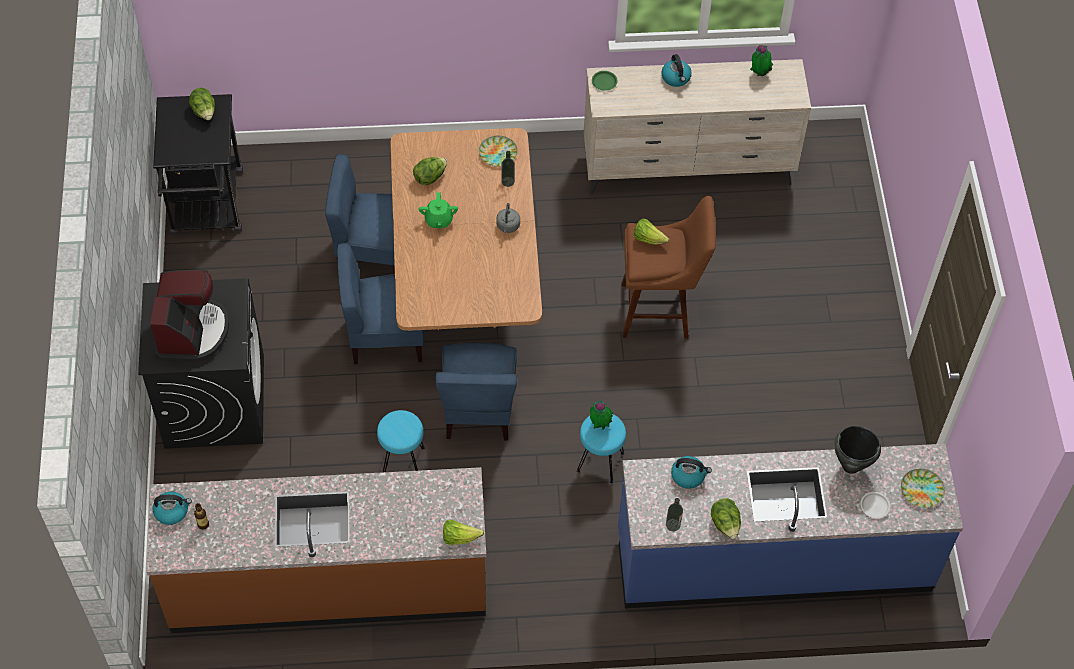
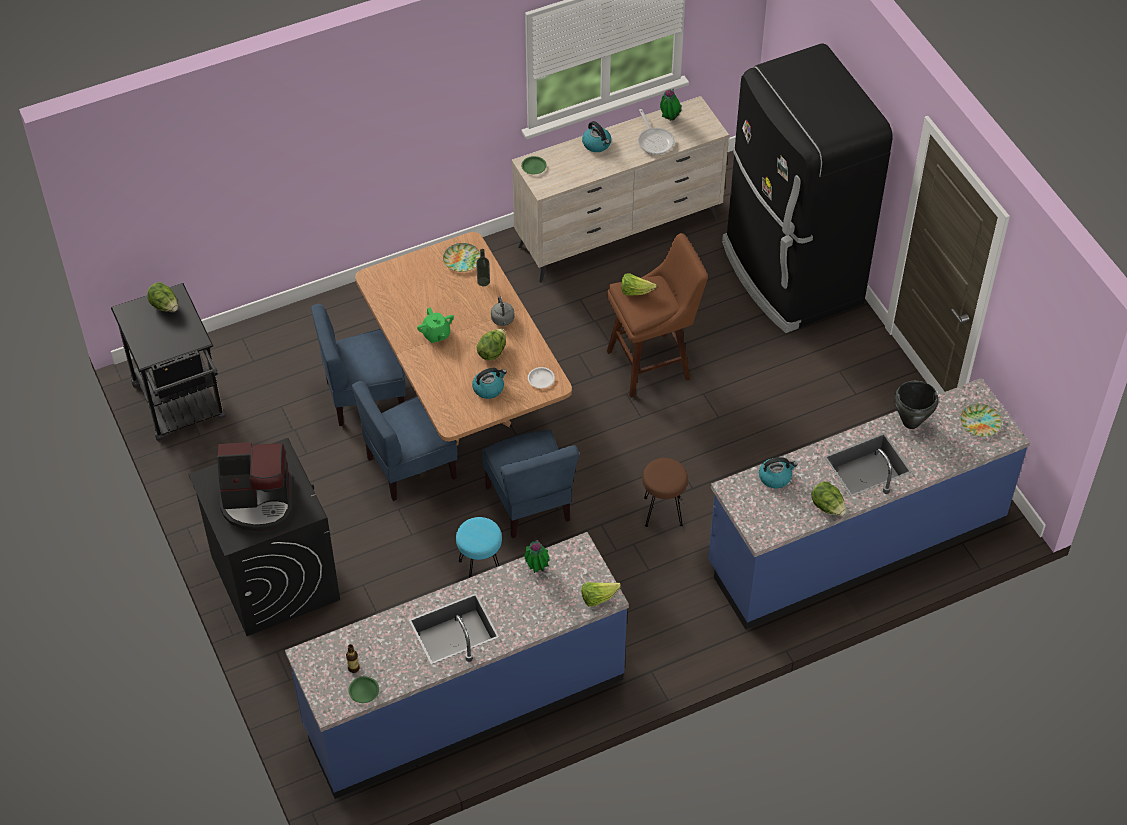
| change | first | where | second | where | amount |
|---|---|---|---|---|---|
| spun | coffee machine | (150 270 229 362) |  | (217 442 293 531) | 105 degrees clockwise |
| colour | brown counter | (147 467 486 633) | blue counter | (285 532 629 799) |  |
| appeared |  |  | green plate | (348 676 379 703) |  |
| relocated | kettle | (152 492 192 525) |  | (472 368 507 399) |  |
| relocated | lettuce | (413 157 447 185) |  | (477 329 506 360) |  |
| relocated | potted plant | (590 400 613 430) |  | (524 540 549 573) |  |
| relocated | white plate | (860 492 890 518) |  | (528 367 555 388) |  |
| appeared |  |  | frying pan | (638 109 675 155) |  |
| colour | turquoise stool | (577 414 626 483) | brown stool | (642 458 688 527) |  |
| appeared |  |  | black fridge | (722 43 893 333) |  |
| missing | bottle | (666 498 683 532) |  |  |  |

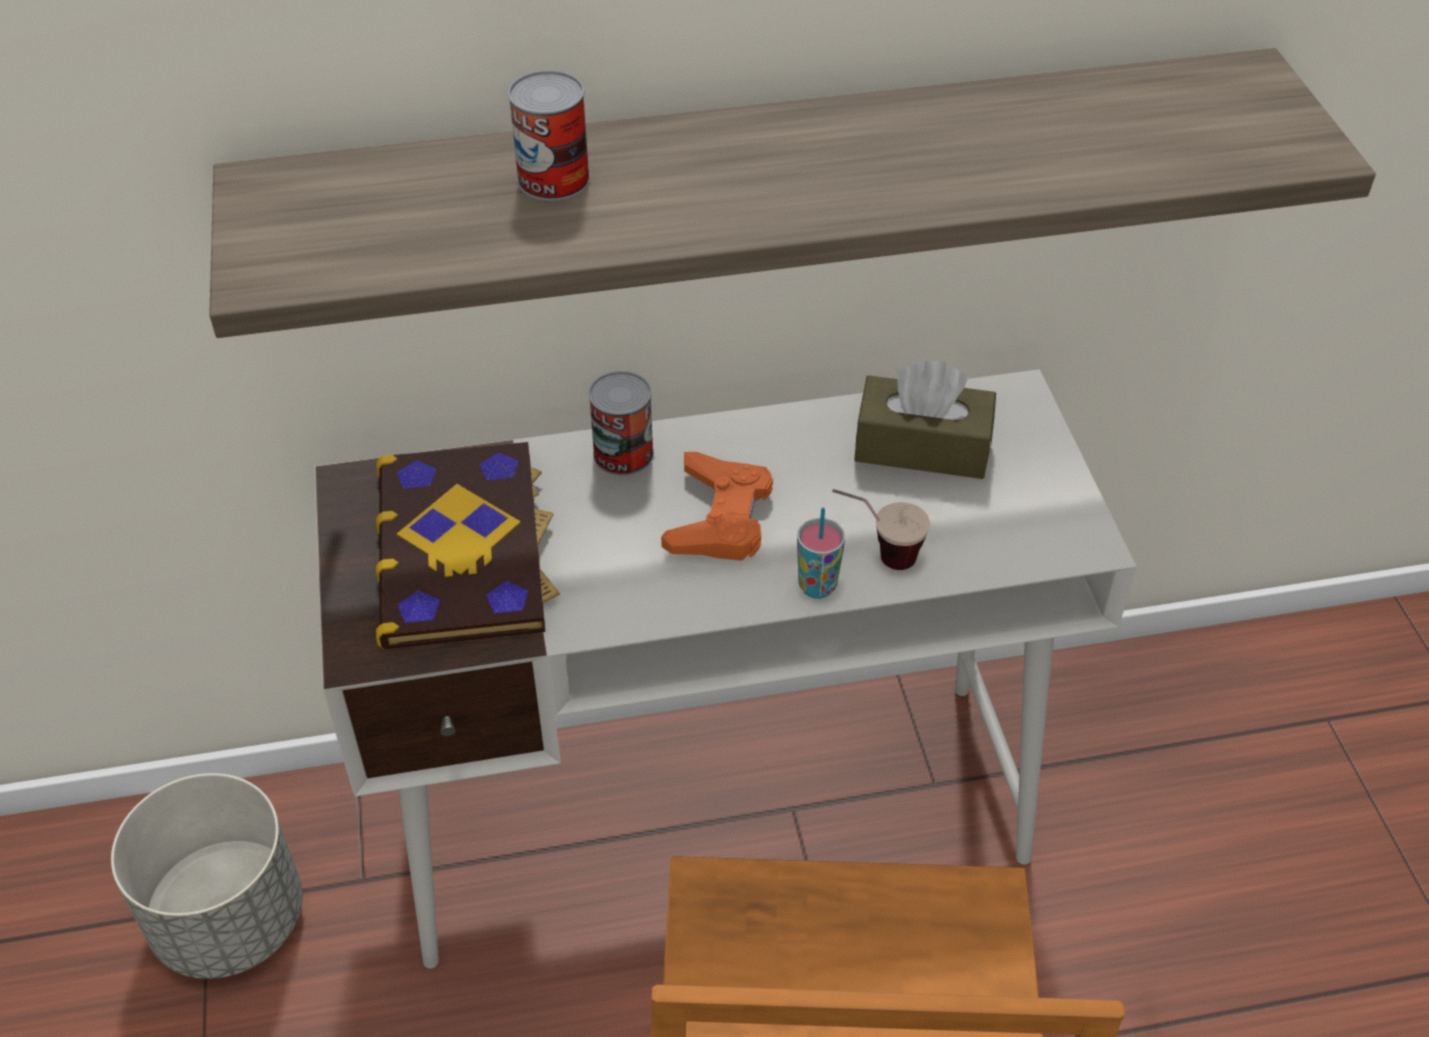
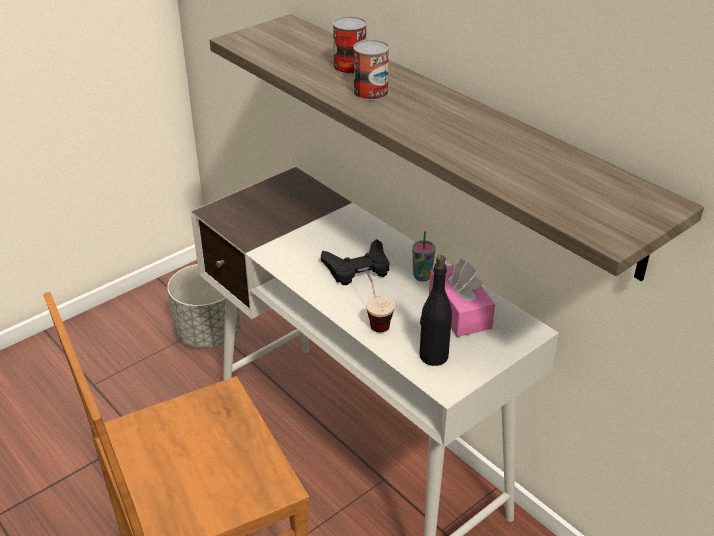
| change | first | where | second | where | amount |
|---|---|---|---|---|---|
| colour | orange game controller | (661 452 773 561) | black game controller | (321 239 389 285) |  |
| relocated | can | (588 371 654 476) |  | (353 39 390 101) |  |
| relocated | cup | (797 507 845 599) |  | (412 231 436 282) |  |
| appeared |  |  | black bottle | (419 255 452 366) |  |
| colour | brown tissue box | (854 361 996 479) | pink tissue box | (429 258 495 337) |  |
| missing | book | (376 442 560 649) |  |  |  |

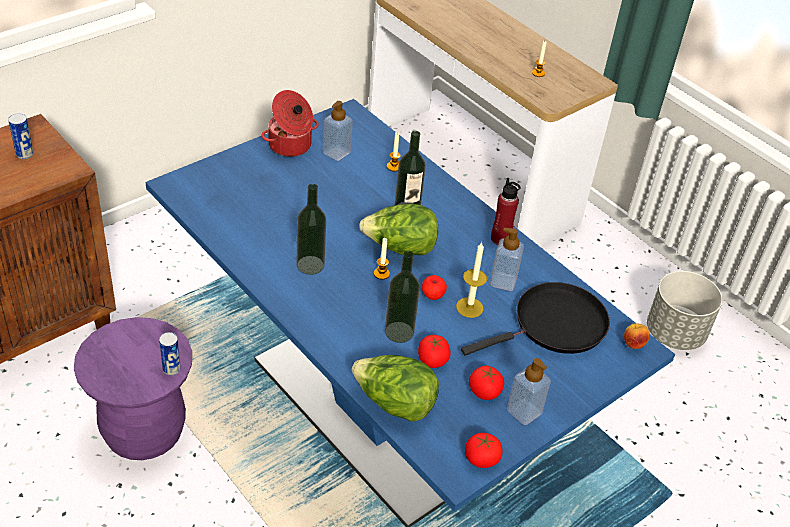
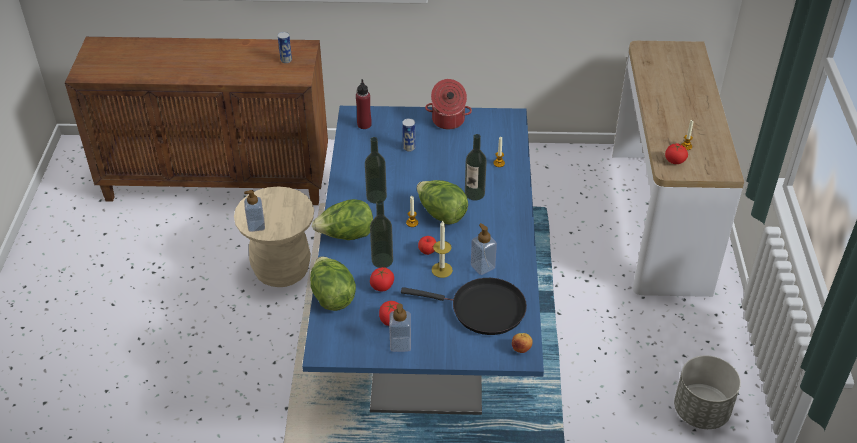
| change | first | where | second | where | amount |
|---|---|---|---|---|---|
| colour | purple stool | (74 317 192 460) | beige stool | (234 186 314 287) |  |
| relocated | soap dispenser | (323 101 353 161) |  | (244 190 265 232) |  |
| appeared |  |  | lettuce | (312 199 373 240) |  |
| relocated | red bottle | (491 178 520 245) |  | (356 79 372 129) |  |
| relocated | can | (159 332 180 376) |  | (402 118 415 152) |  |
| relocated | tomato | (465 433 502 468) |  | (665 143 688 164) |  |

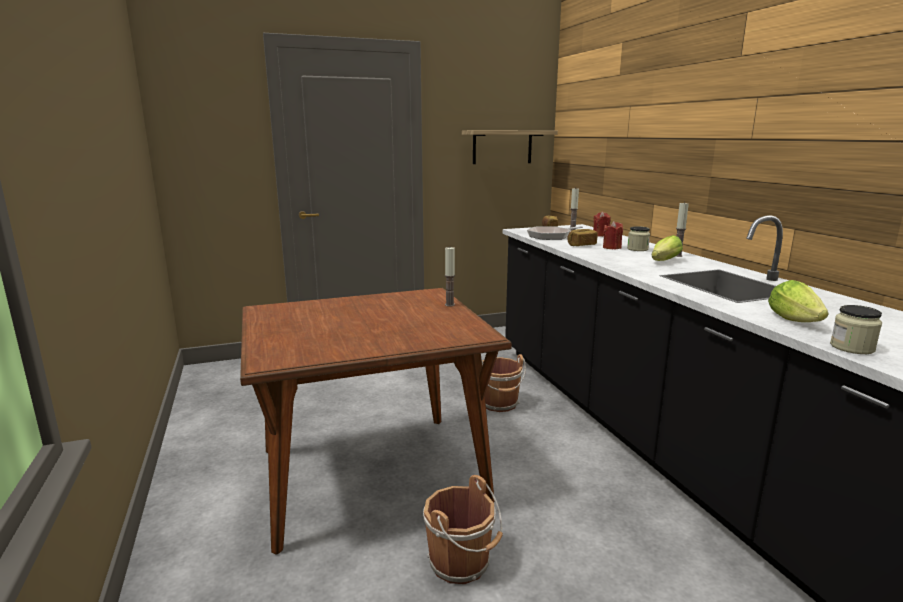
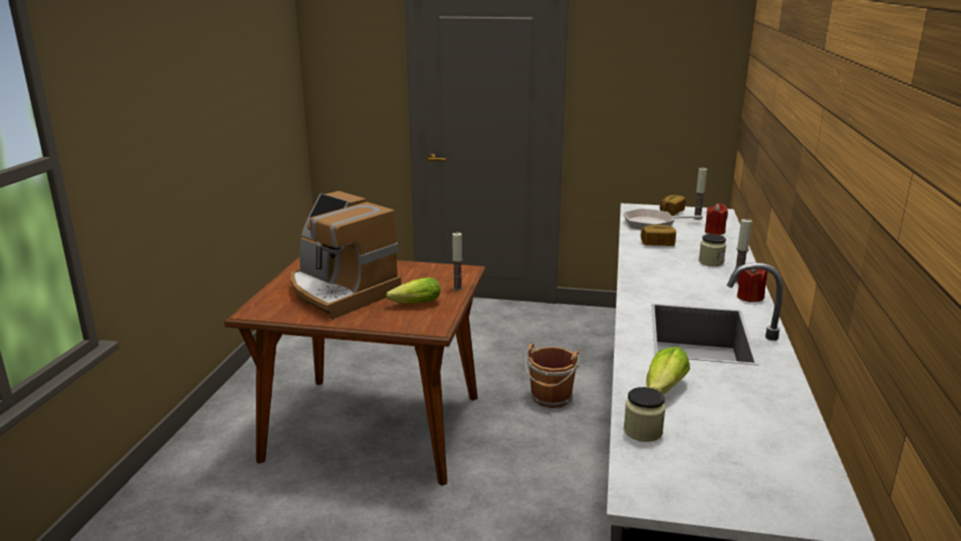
| change | first | where | second | where | amount |
|---|---|---|---|---|---|
| appeared |  |  | coffee machine | (291 191 401 320) |  |
| relocated | lettuce | (651 235 683 261) |  | (386 277 440 303) |  |
| relocated | red candle | (603 221 623 249) |  | (737 269 767 302) |  |
| missing | brown bucket | (423 475 503 584) |  |  |  |
| missing | shelf | (462 130 558 164) |  |  |  |

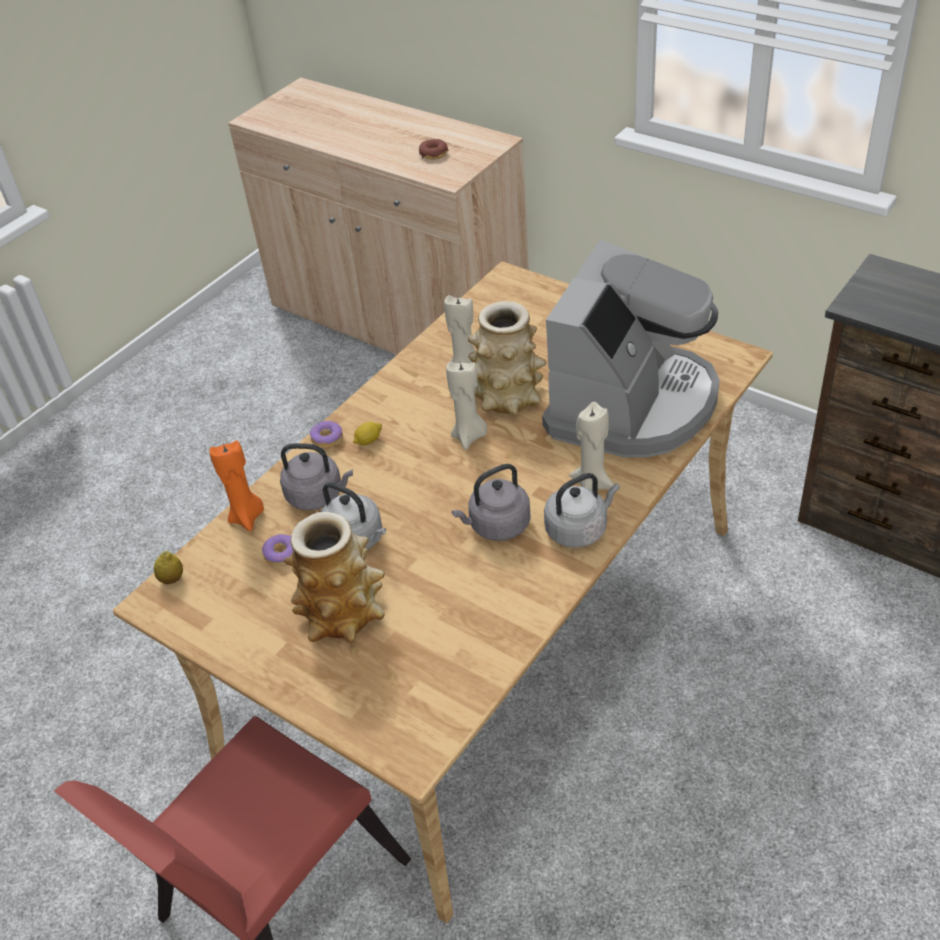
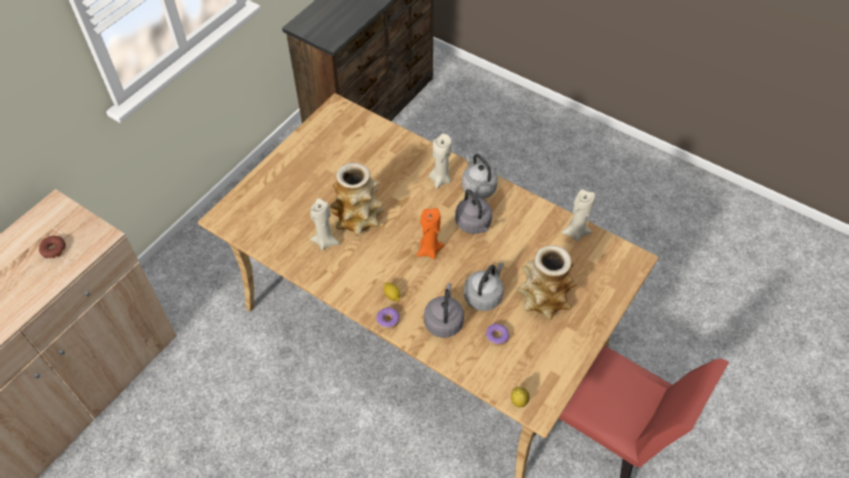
| change | first | where | second | where | amount |
|---|---|---|---|---|---|
| relocated | orange candle | (209 440 264 531) |  | (417 208 445 259) |  |
| relocated | beige candle | (446 361 487 450) |  | (561 189 595 241) |  |
| missing | coffee machine | (542 240 720 458) |  |  |  |

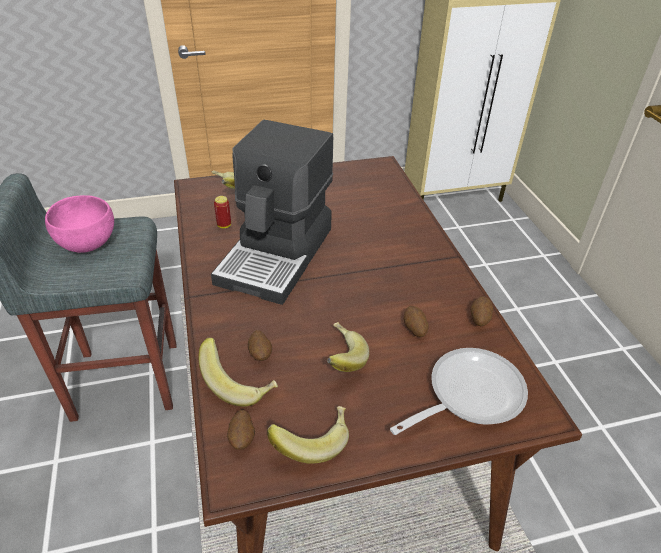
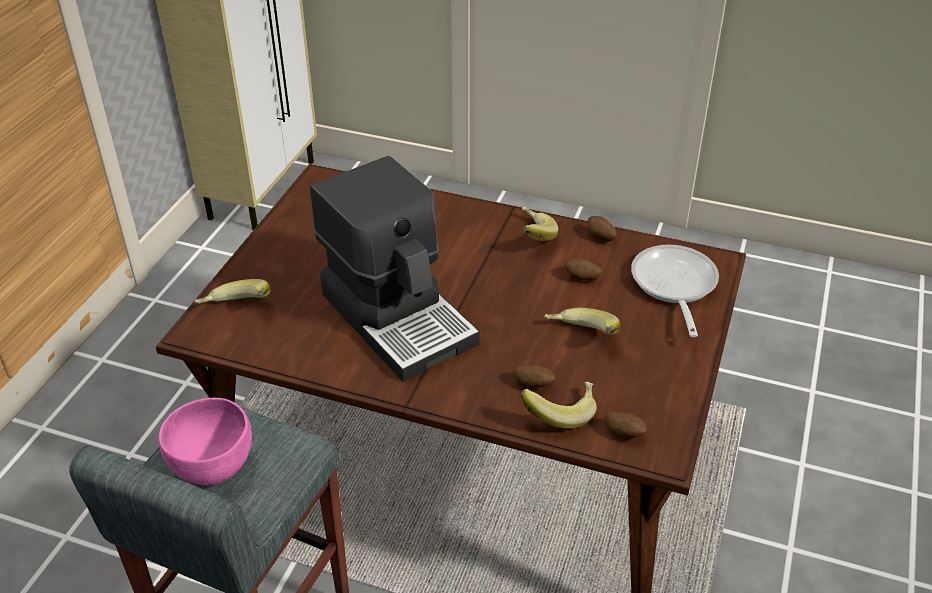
| change | first | where | second | where | amount |
|---|---|---|---|---|---|
| relocated | banana | (267 406 349 464) |  | (522 207 558 241) |  |
| missing | can | (214 196 231 228) |  |  |  |

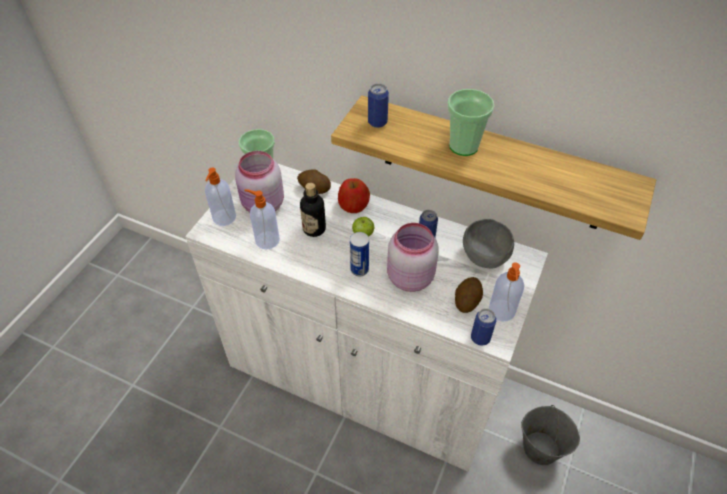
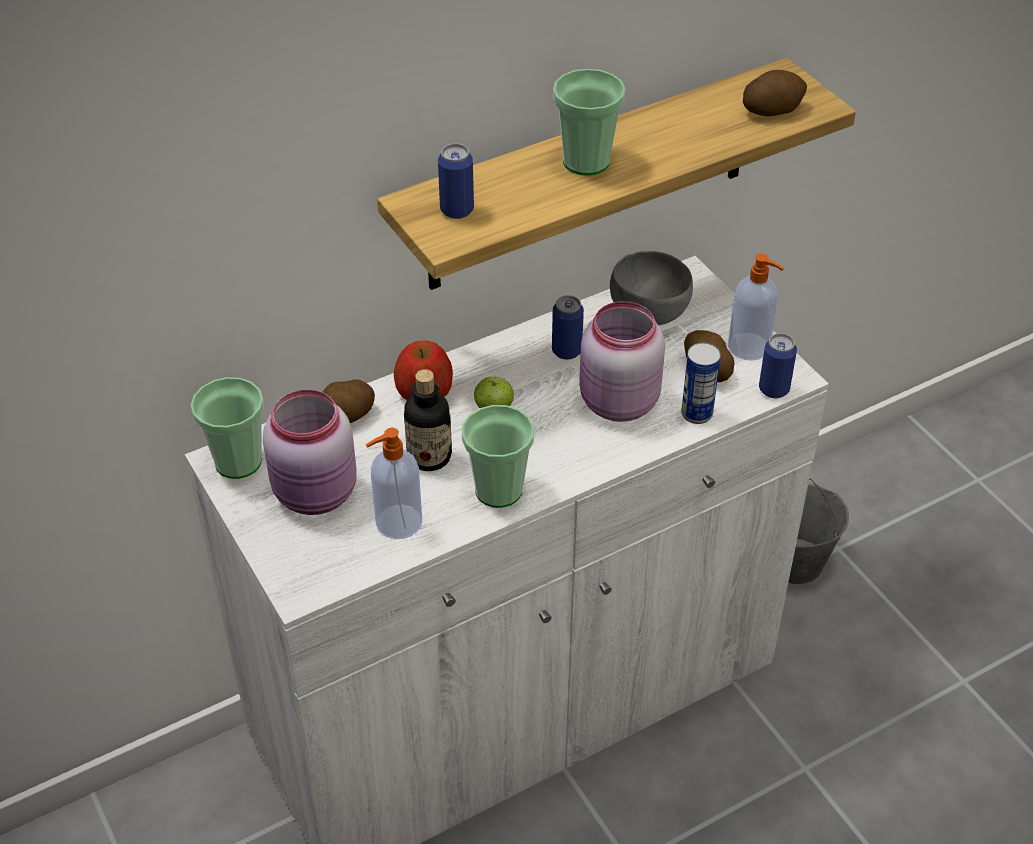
| change | first | where | second | where | amount |
|---|---|---|---|---|---|
| appeared |  |  | cup | (462 405 534 508) |  |
| relocated | can | (350 232 369 276) |  | (681 343 721 424) |  |
| appeared |  |  | potato | (743 70 807 116) |  |
| missing | soap dispenser | (205 167 236 226) |  |  |  |

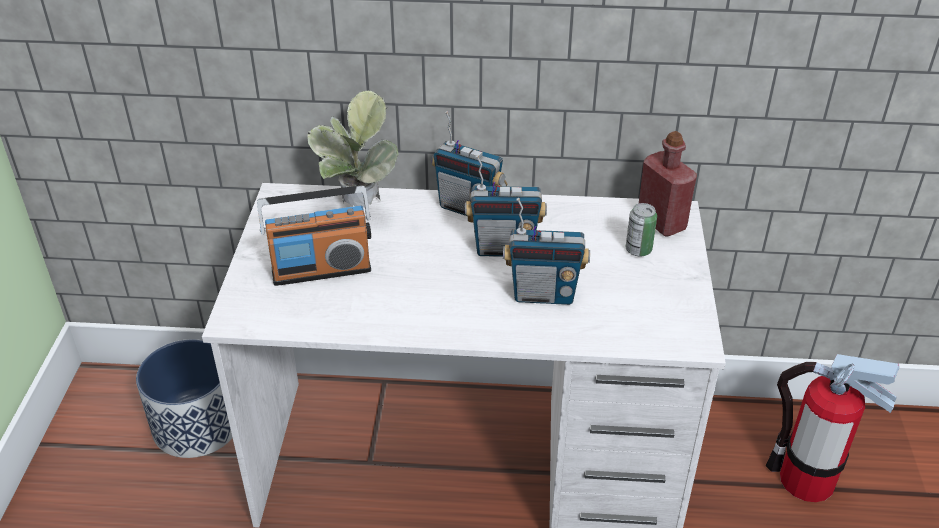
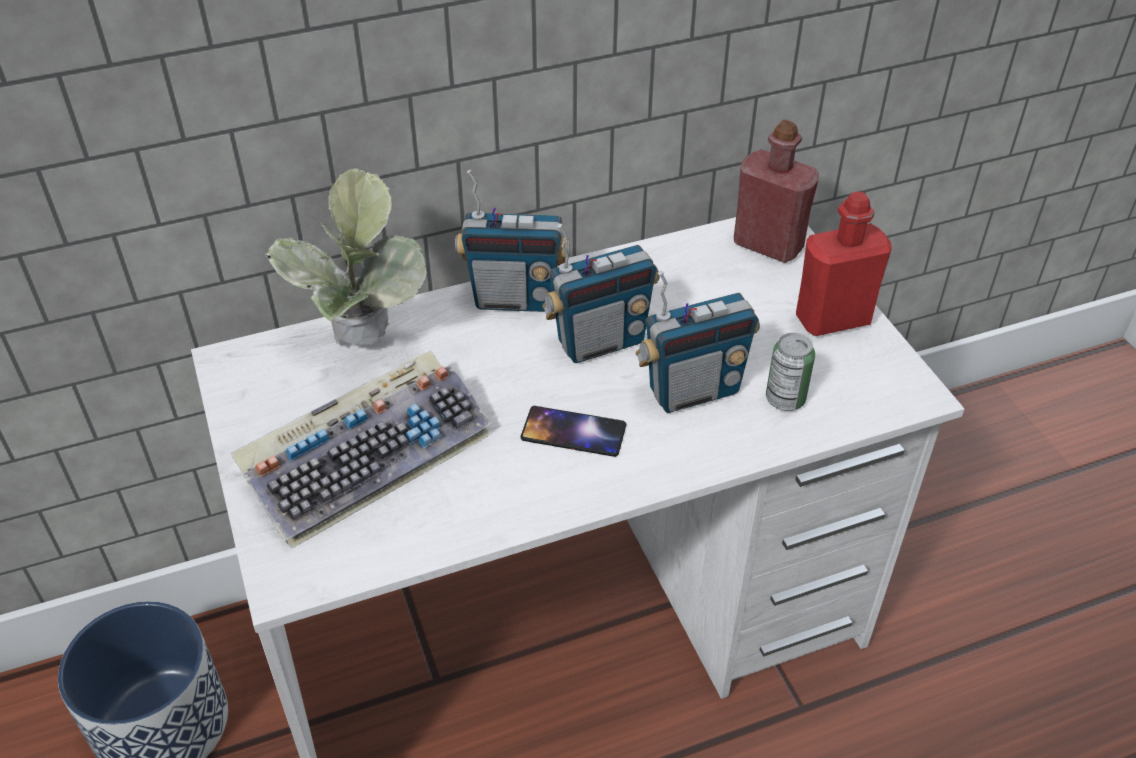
| change | first | where | second | where | amount |
|---|---|---|---|---|---|
| exchanged | radio | (257 185 371 286) | keyboard | (231 350 492 549) |  |
| appeared |  |  | phone | (521 406 626 457) |  |
| relocated | can | (626 203 657 256) |  | (766 333 815 411) |  |
| appeared |  |  | red bottle | (796 191 892 336) |  |
| missing | fire extinguisher | (766 354 899 502) |  |  |  |

